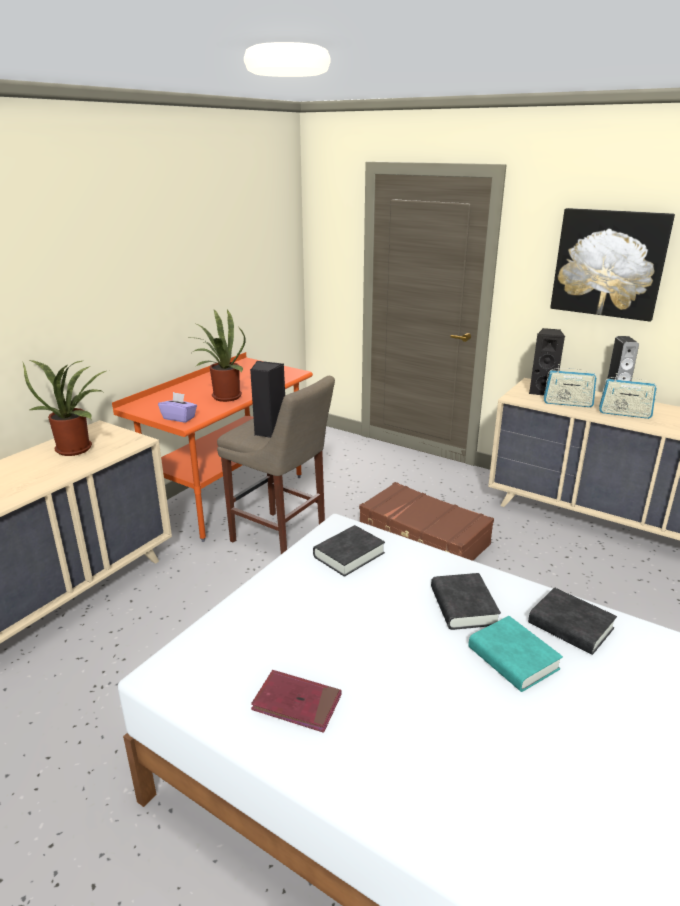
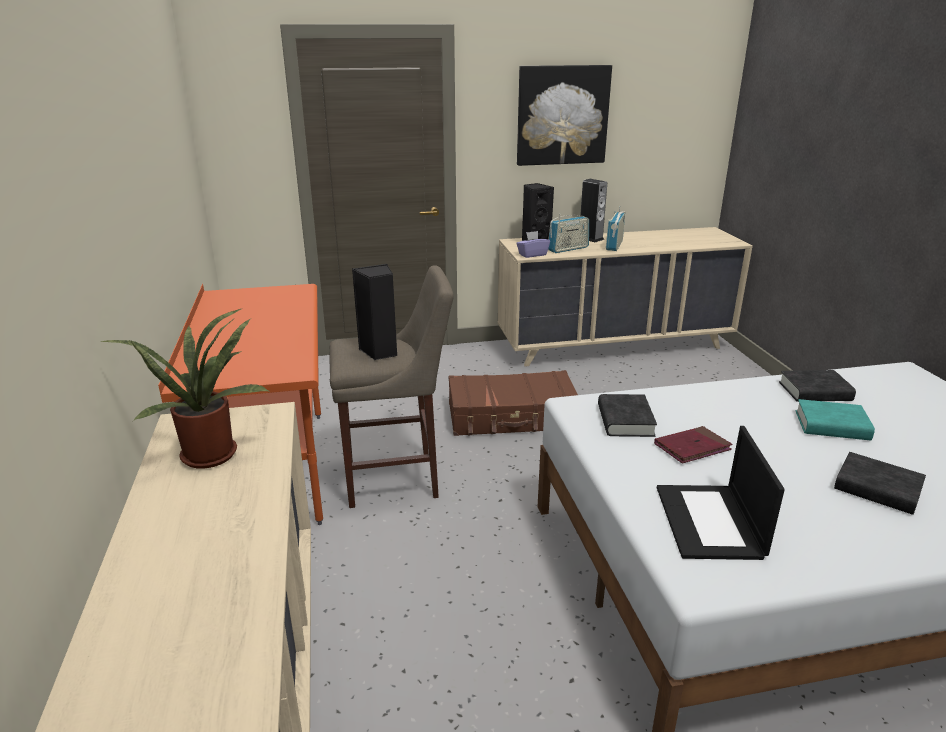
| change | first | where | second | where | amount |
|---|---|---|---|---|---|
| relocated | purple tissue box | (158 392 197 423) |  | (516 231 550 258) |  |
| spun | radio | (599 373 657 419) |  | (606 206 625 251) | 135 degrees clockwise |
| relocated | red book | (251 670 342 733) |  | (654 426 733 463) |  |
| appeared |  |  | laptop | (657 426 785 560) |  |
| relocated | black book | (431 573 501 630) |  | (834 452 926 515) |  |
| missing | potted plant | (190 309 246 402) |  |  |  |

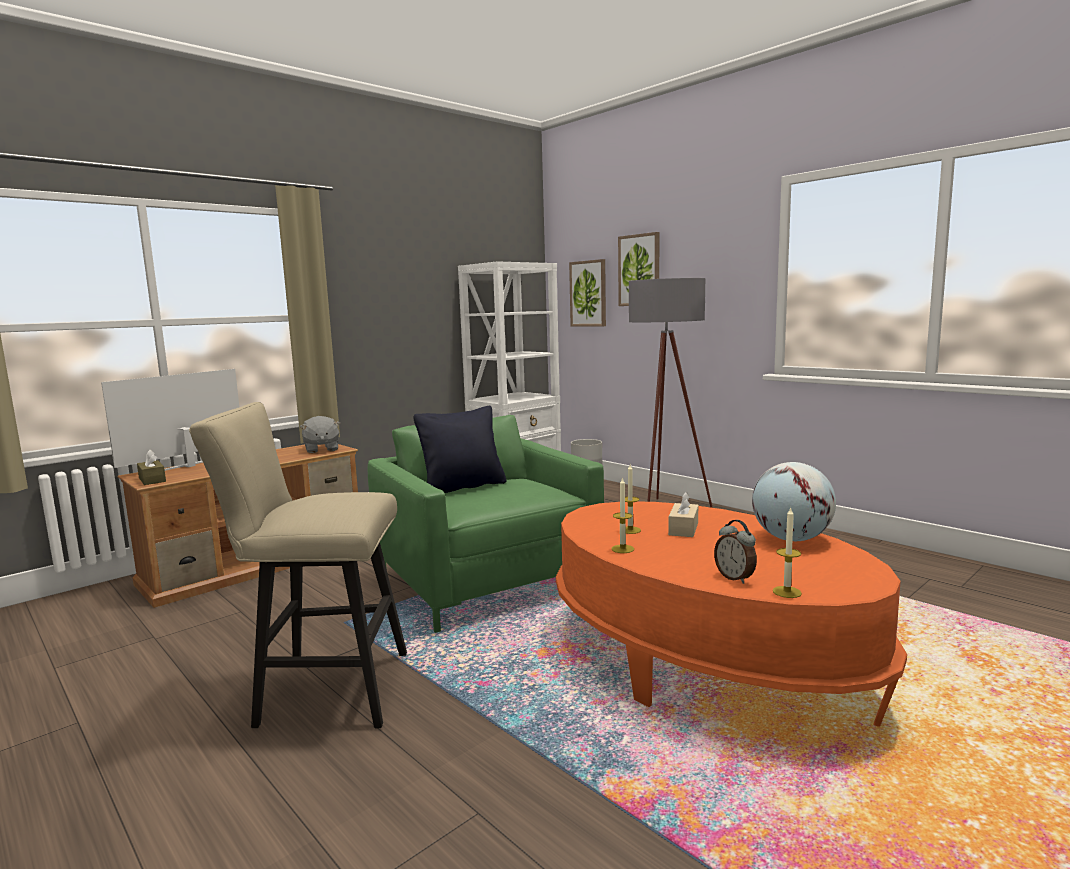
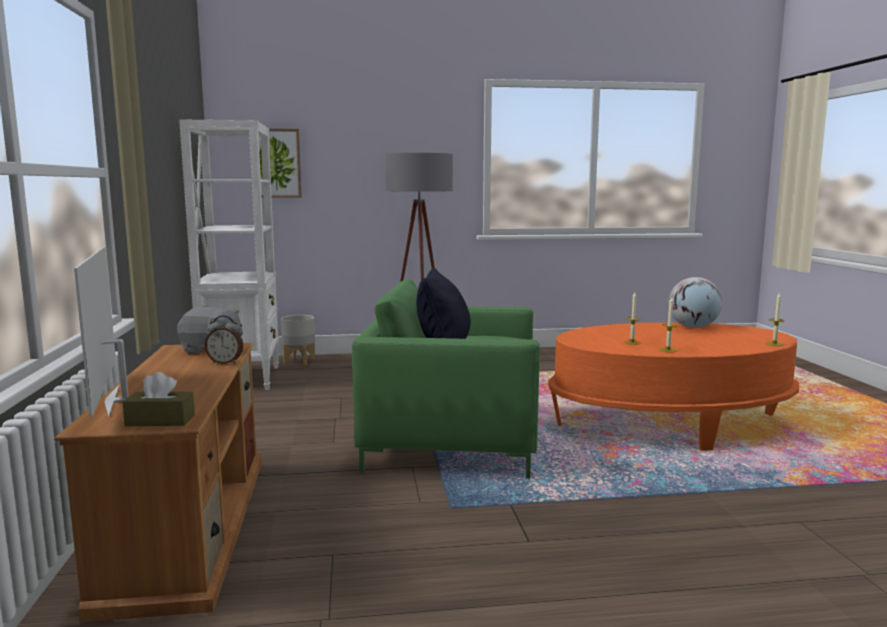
| change | first | where | second | where | amount |
|---|---|---|---|---|---|
| relocated | alarm clock | (714 520 757 584) |  | (205 316 243 364) |  |
| missing | beige stool | (189 402 407 728) |  |  |  |
| missing | picture | (618 232 659 306) |  |  |  |
| missing | beige tissue box | (668 492 698 537) |  |  |  |

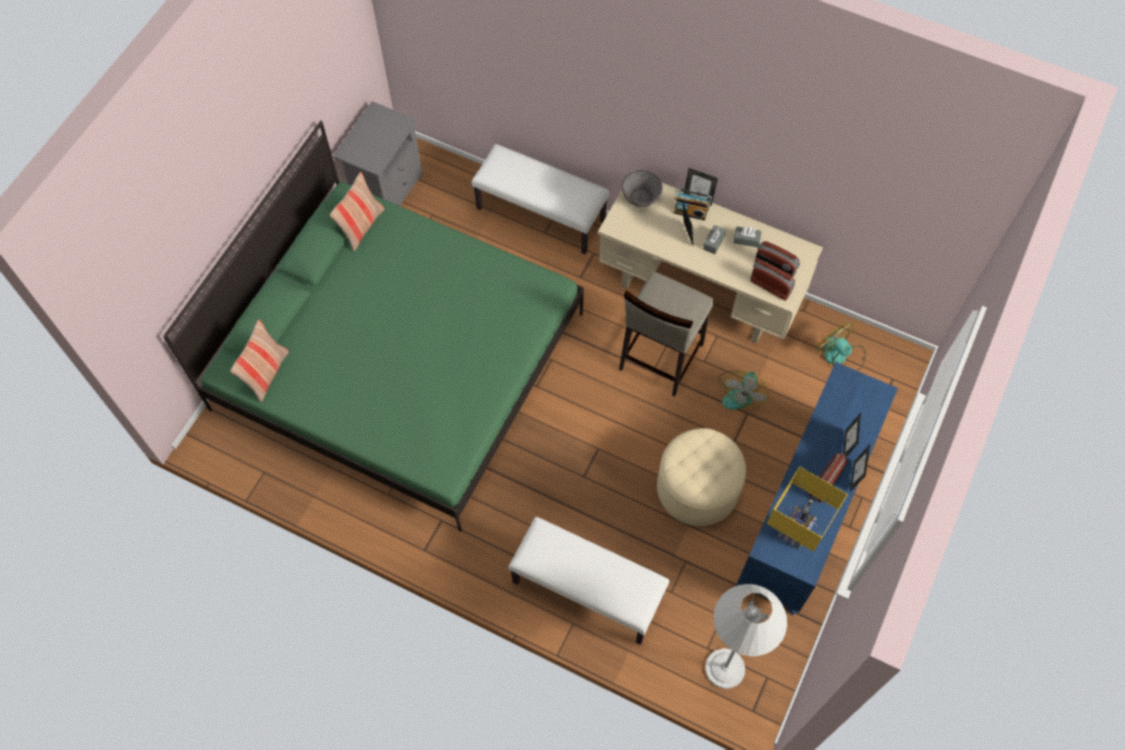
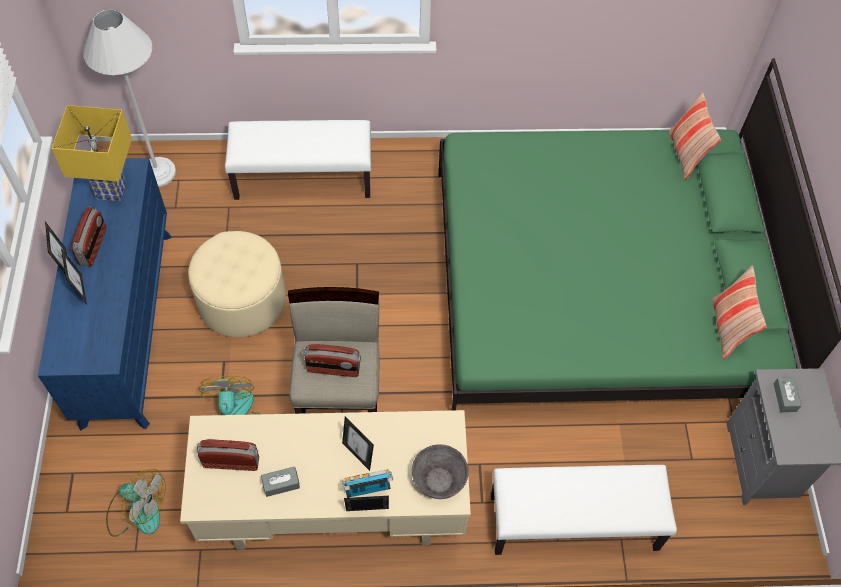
| change | first | where | second | where | amount |
|---|---|---|---|---|---|
| relocated | radio | (750 260 795 301) |  | (303 344 361 377) |  |
| relocated | grey tissue box | (703 225 726 254) |  | (774 377 802 412) |  |

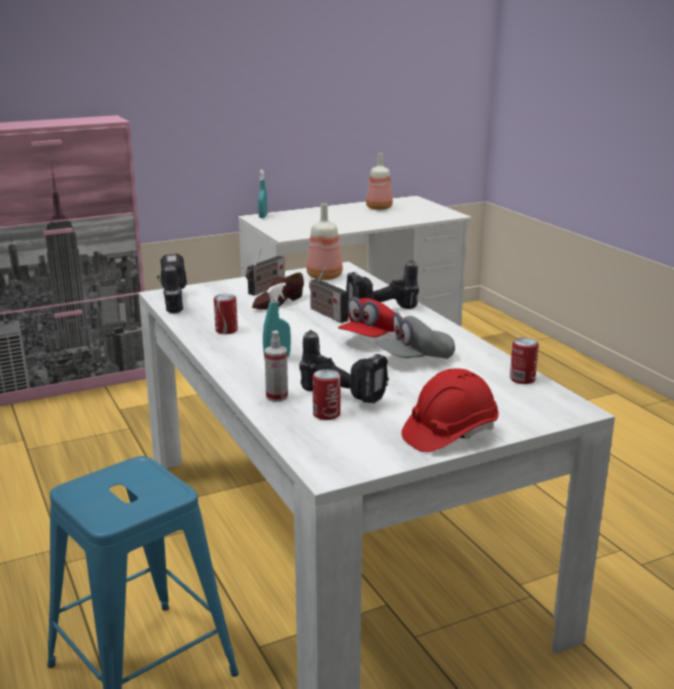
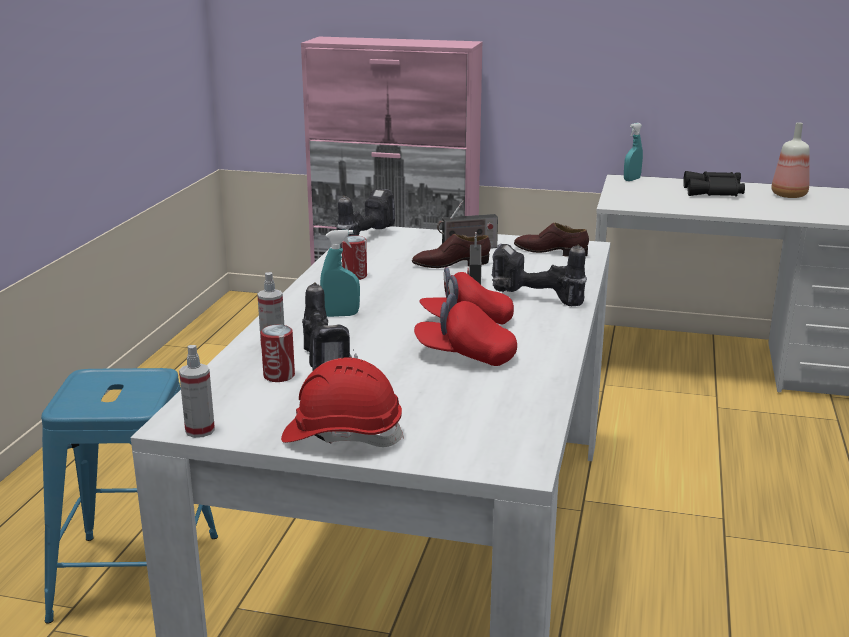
| change | first | where | second | where | amount |
|---|---|---|---|---|---|
| appeared |  |  | spray bottle | (179 345 215 438) |  |
| colour | grey cap | (375 312 455 359) | red cap | (414 293 517 366) |  |
| exchanged | bottle | (307 203 343 280) | brown shoe | (514 223 589 257) |  |
| appeared |  |  | black binoculars | (683 171 745 196) |  |
| missing | can | (510 338 539 384) |  |  |  |

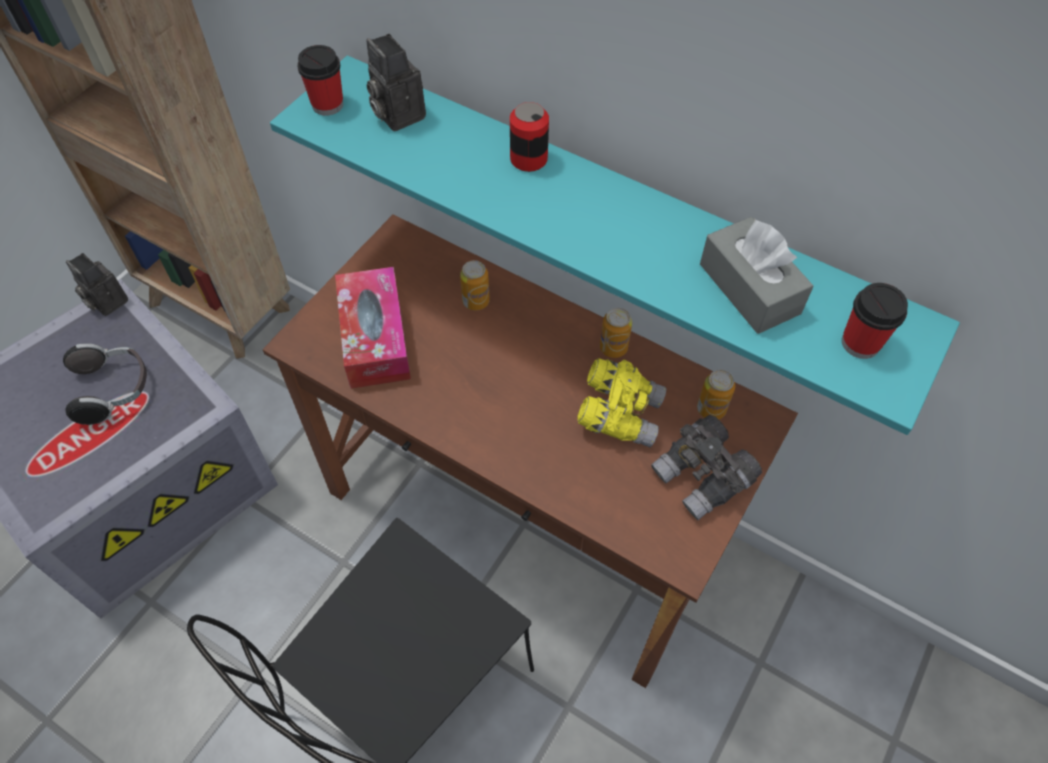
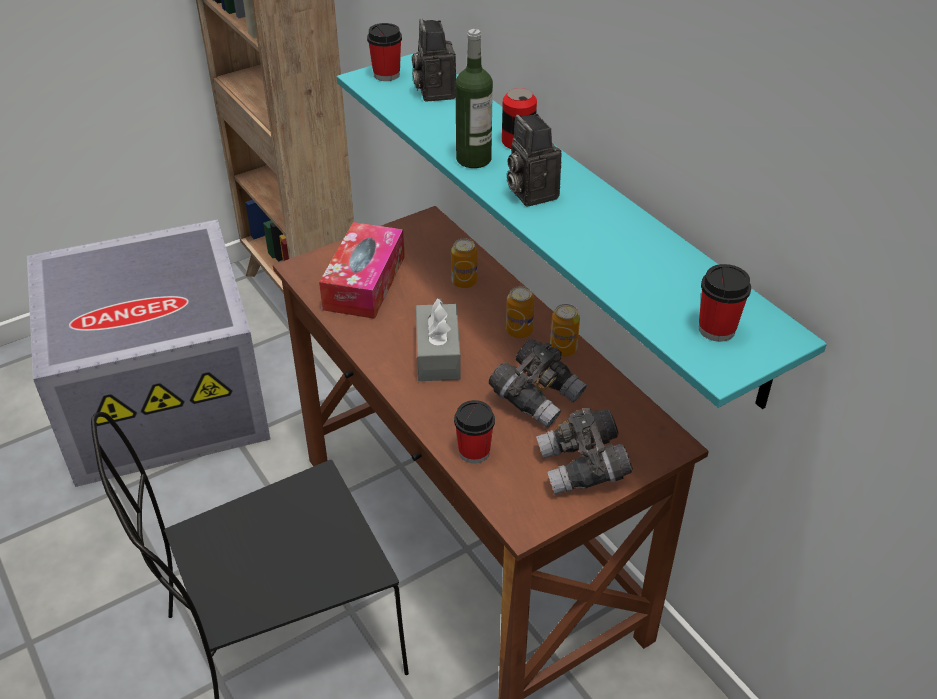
| change | first | where | second | where | amount |
|---|---|---|---|---|---|
| relocated | grey tissue box | (700 217 813 334) |  | (416 298 461 381) |  |
| appeared |  |  | cup | (454 400 495 464) |  |
| appeared |  |  | bottle | (456 29 493 168) |  |
| colour | yellow binoculars | (578 358 666 447) | grey binoculars | (489 339 587 428) |  |
| relocated | can | (697 370 735 419) |  | (506 286 534 338) |  |
| relocated | photo camera | (66 253 128 316) |  | (507 114 561 207) |  |
| missing | headphones | (63 343 147 425) |  |  |  |

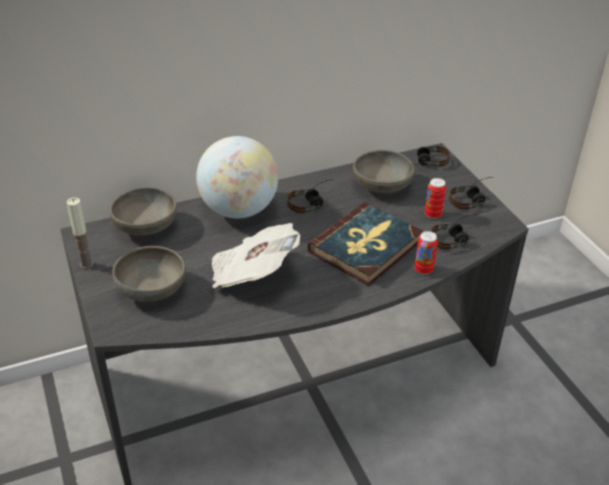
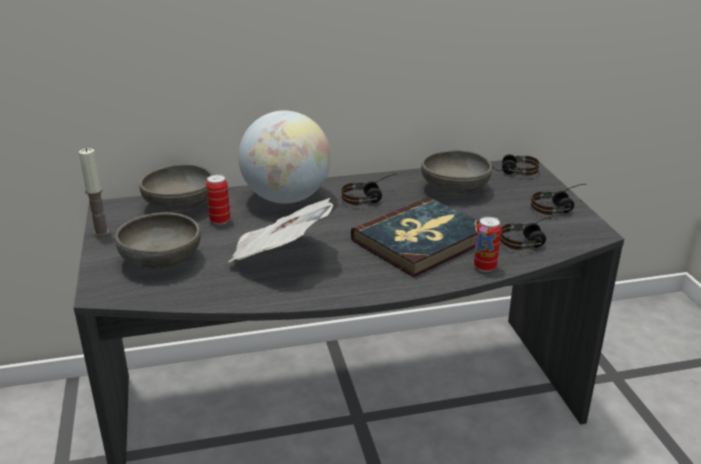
| change | first | where | second | where | amount |
|---|---|---|---|---|---|
| relocated | can | (425 178 446 219) |  | (206 174 230 225) |  |

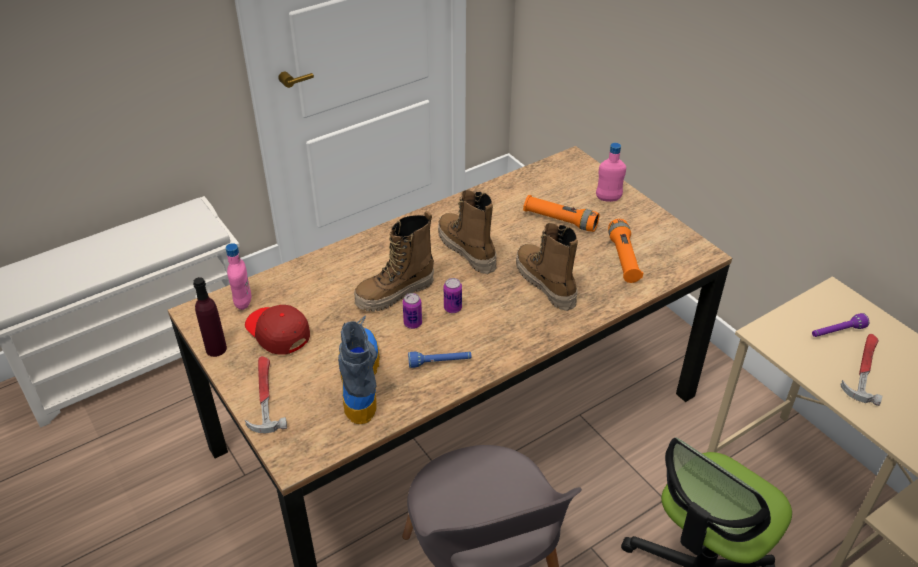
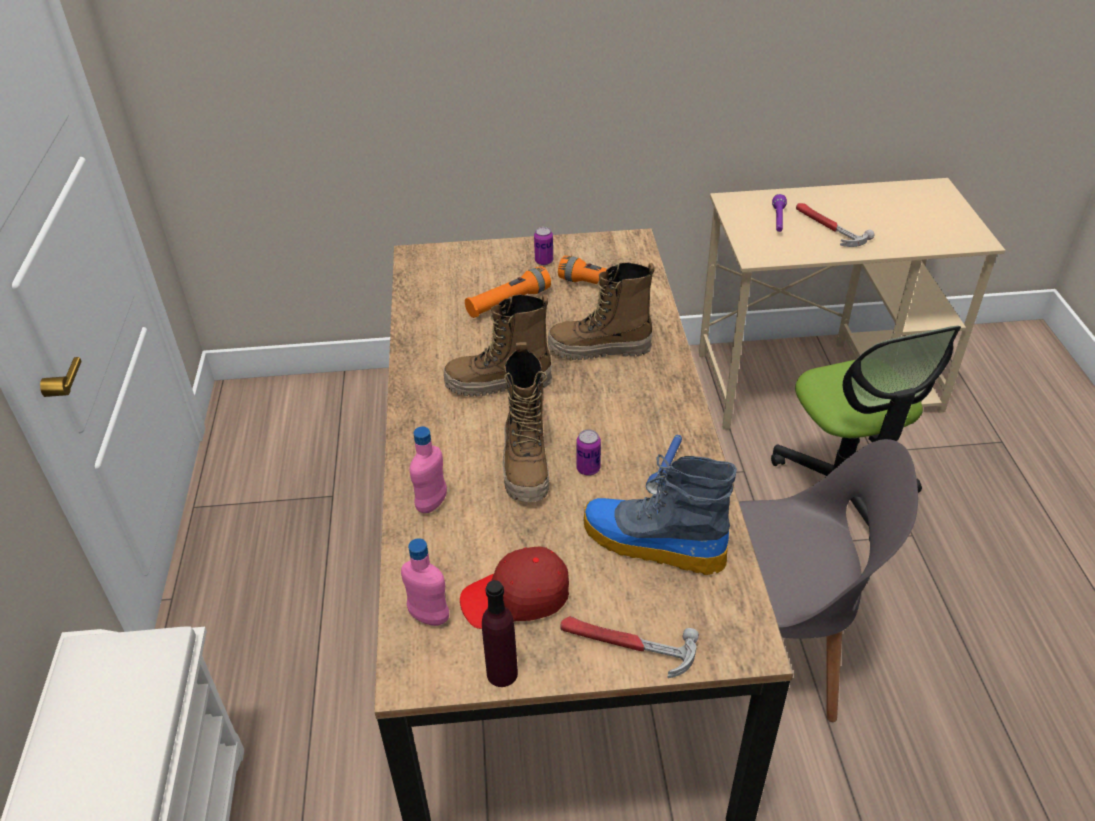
| change | first | where | second | where | amount |
|---|---|---|---|---|---|
| relocated | pink bottle | (596 143 626 202) |  | (410 427 447 513) |  |
| relocated | can | (444 278 462 313) |  | (534 227 553 265) |  |

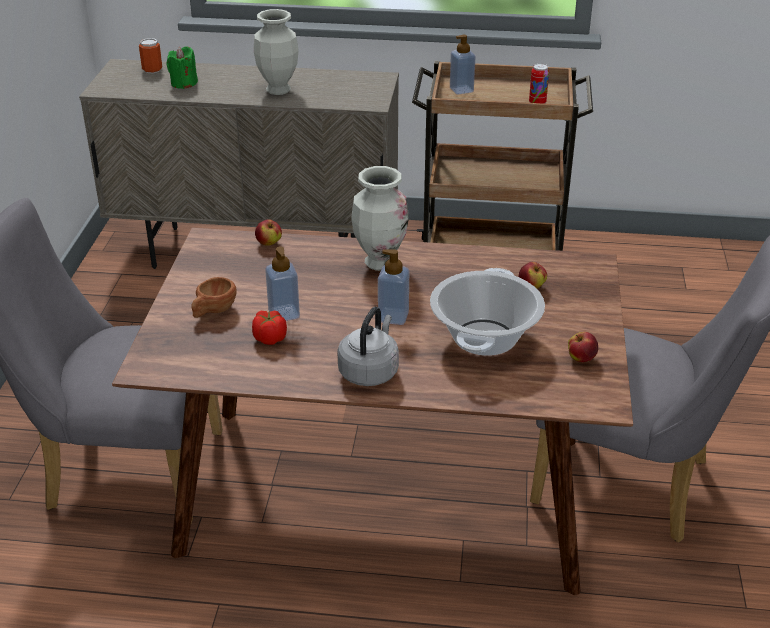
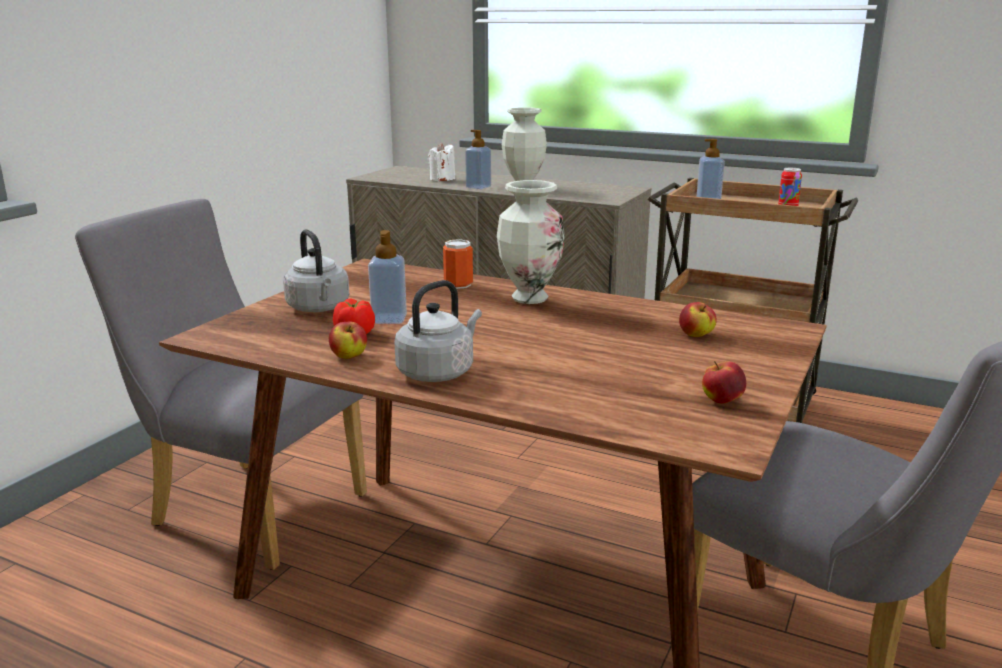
| change | first | where | second | where | amount |
|---|---|---|---|---|---|
| exchanged | brown cup | (191 277 237 318) | grey kettle | (283 229 349 312) |  |
| relocated | apple | (255 219 282 246) |  | (329 321 367 359) |  |
| colour | green candle | (167 46 198 89) | white candle | (428 142 455 181) |  |
| relocated | can | (139 38 162 73) |  | (443 239 473 289) |  |
| relocated | soap dispenser | (378 249 409 325) |  | (465 130 491 189) |  |
| missing | cooking pot | (430 268 545 356) |  |  |  |

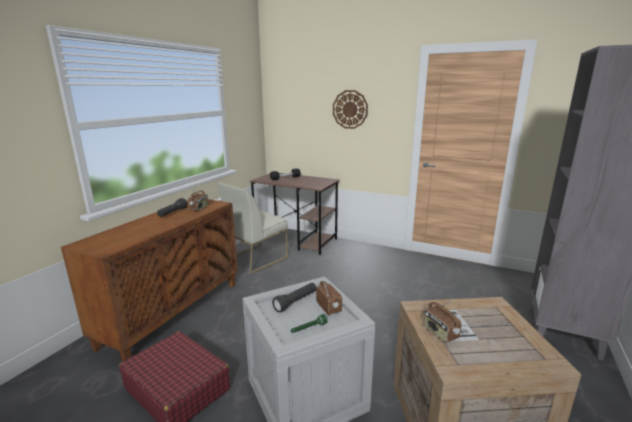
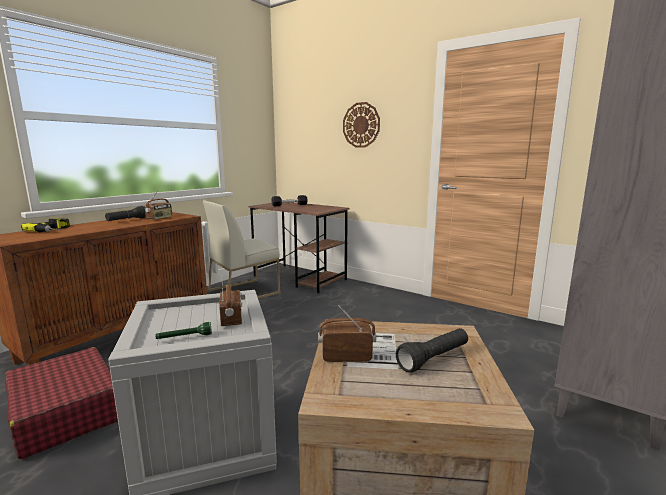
| change | first | where | second | where | amount |
|---|---|---|---|---|---|
| appeared |  |  | power drill | (21 218 70 232) |  |
| spun | radio | (423 300 461 343) |  | (318 305 376 362) | 105 degrees clockwise |
| relocated | black flashlight | (272 283 316 312) |  | (396 328 468 372) |  |

